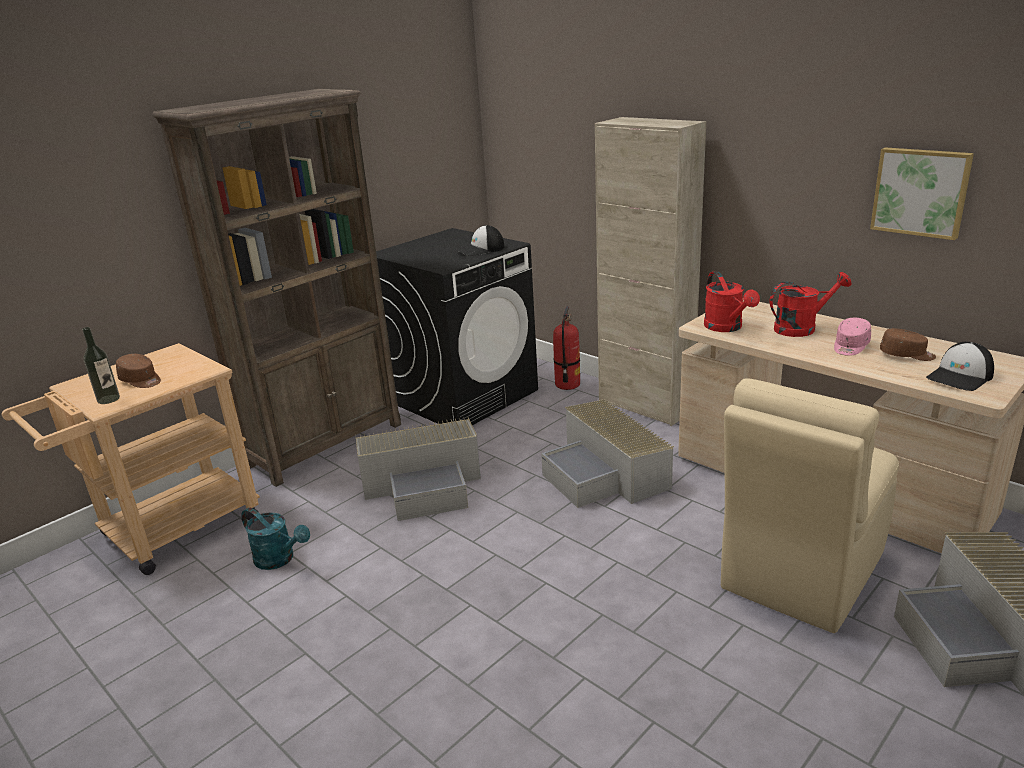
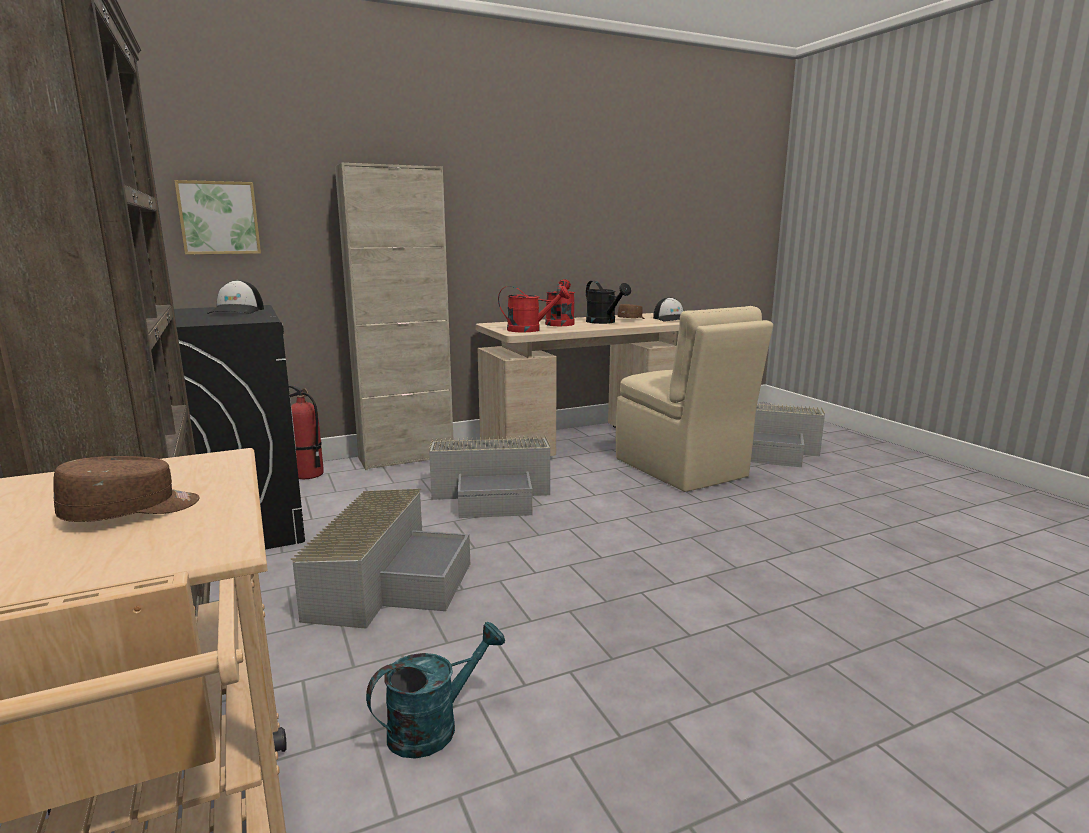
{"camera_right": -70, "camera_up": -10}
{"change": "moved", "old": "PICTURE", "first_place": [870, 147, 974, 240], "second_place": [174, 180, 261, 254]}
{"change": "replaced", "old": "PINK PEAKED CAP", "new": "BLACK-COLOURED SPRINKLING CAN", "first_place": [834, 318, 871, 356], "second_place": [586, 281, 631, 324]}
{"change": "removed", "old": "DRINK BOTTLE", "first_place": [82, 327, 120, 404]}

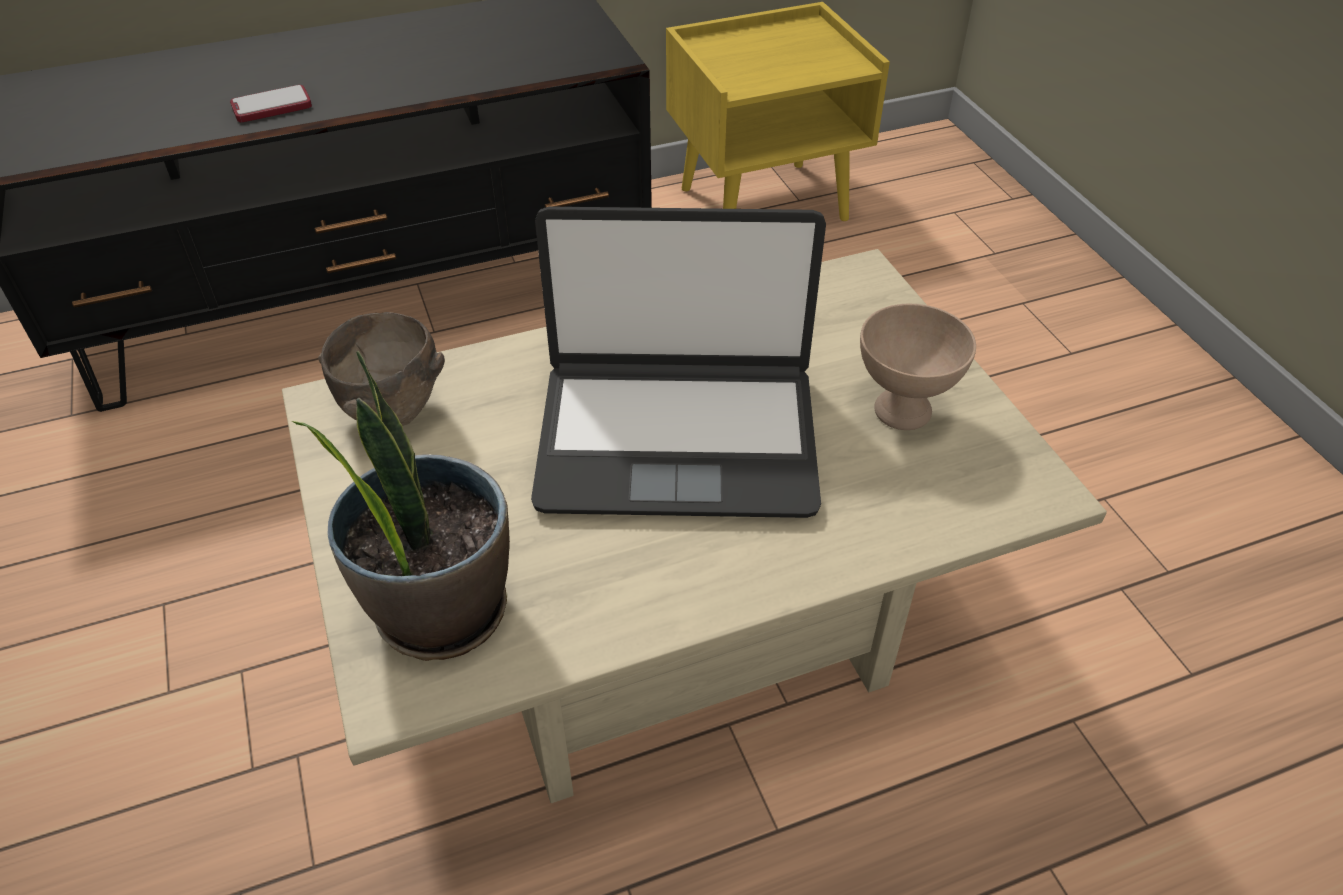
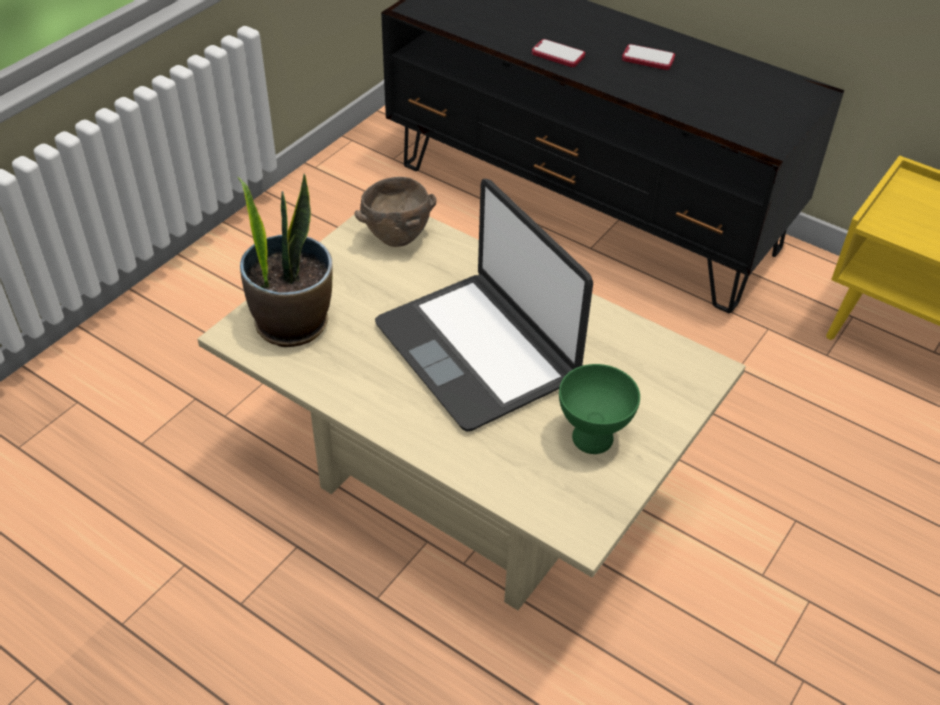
{"camera_right": 55, "camera_up": 0}
{"change": "recoloured", "old": "SAND-COLOURED DEEP DISH", "new": "GREENISH DEEP DISH", "first_place": [860, 304, 976, 430], "second_place": [559, 364, 640, 454]}
{"change": "added", "new": "HANDSET", "second_place": [622, 44, 675, 70]}

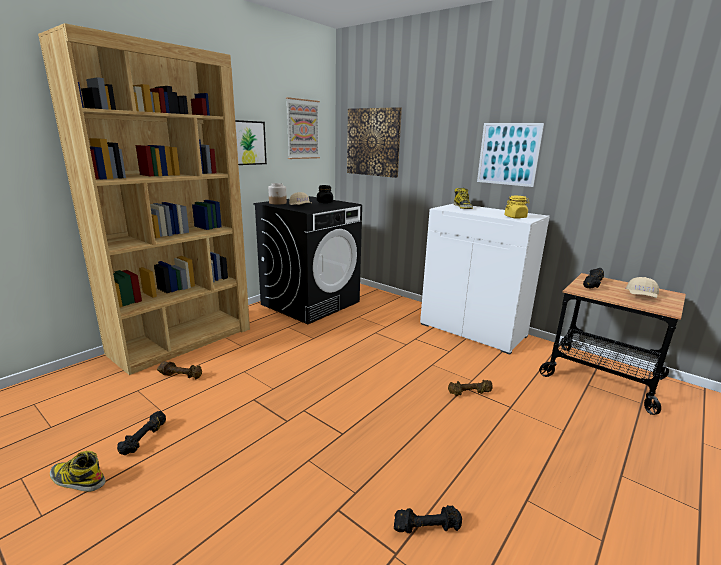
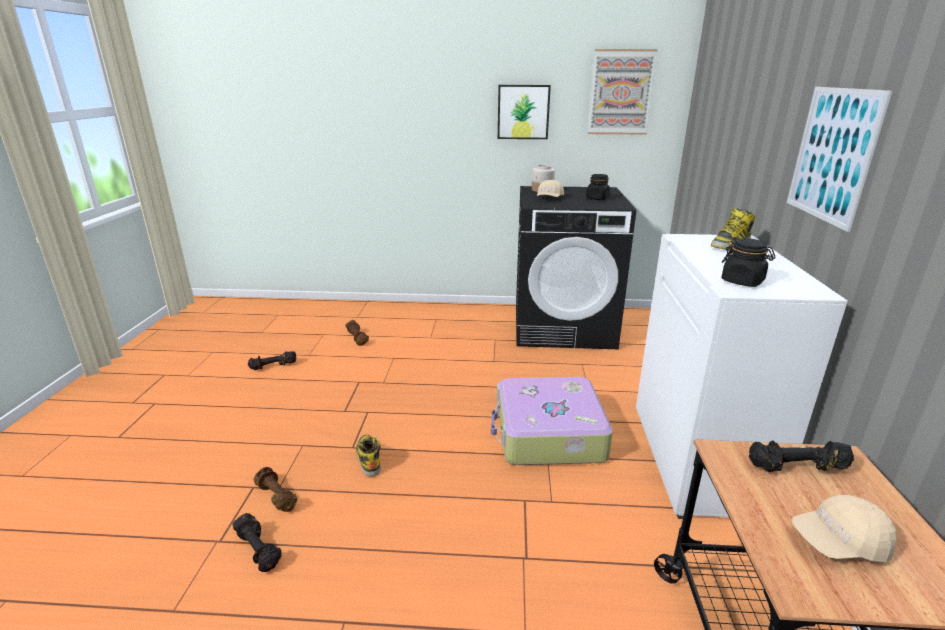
{"camera_right": 55, "camera_up": 5}
{"change": "removed", "old": "BROWNISH BOOKSHELF", "first_place": [38, 23, 250, 375]}
{"change": "removed", "old": "PICTURE", "first_place": [347, 107, 402, 178]}
{"change": "recoloured", "old": "YELLOW JAR", "new": "BLACK-COLOURED JAR", "first_place": [504, 196, 529, 219], "second_place": [721, 238, 776, 287]}
{"change": "moved", "old": "BROWNISH DUMBBELL", "first_place": [448, 380, 493, 396], "second_place": [253, 467, 297, 512]}
{"change": "moved", "old": "HIGH-TOP BOOT", "first_place": [50, 451, 106, 492], "second_place": [356, 434, 381, 476]}
{"change": "added", "new": "SUITCASE", "second_place": [491, 377, 613, 465]}

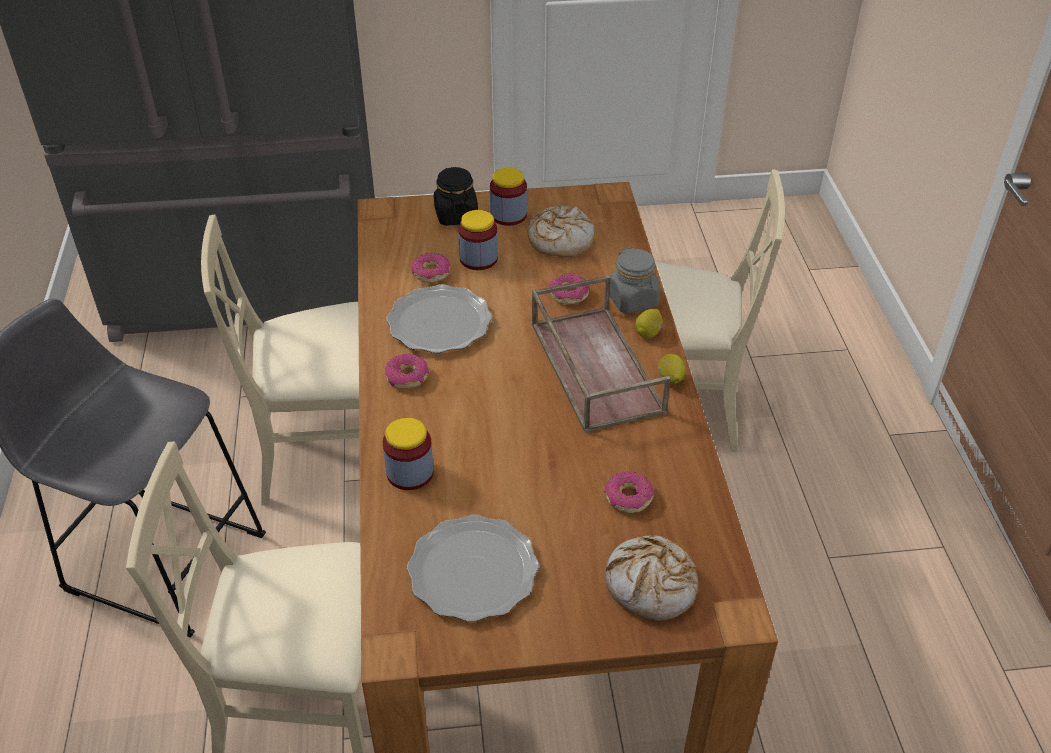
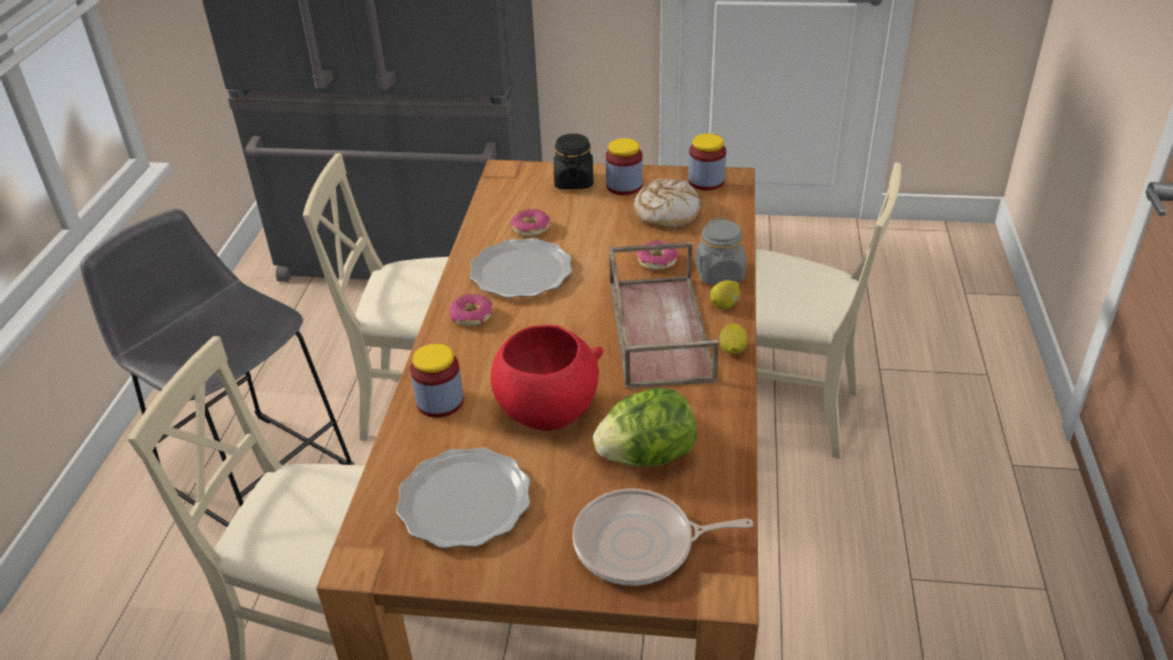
{"camera_right": 15, "camera_up": -5}
{"change": "moved", "old": "JAR", "first_place": [458, 210, 498, 270], "second_place": [688, 134, 726, 191]}
{"change": "replaced", "old": "DOUGHNUT", "new": "HEAD OF LETTUCE", "first_place": [604, 471, 654, 513], "second_place": [593, 388, 697, 467]}
{"change": "replaced", "old": "BAKED BREAD", "new": "PAN", "first_place": [606, 535, 698, 621], "second_place": [572, 489, 753, 585]}
{"change": "added", "new": "REDDISH DEEP DISH", "second_place": [491, 325, 604, 431]}

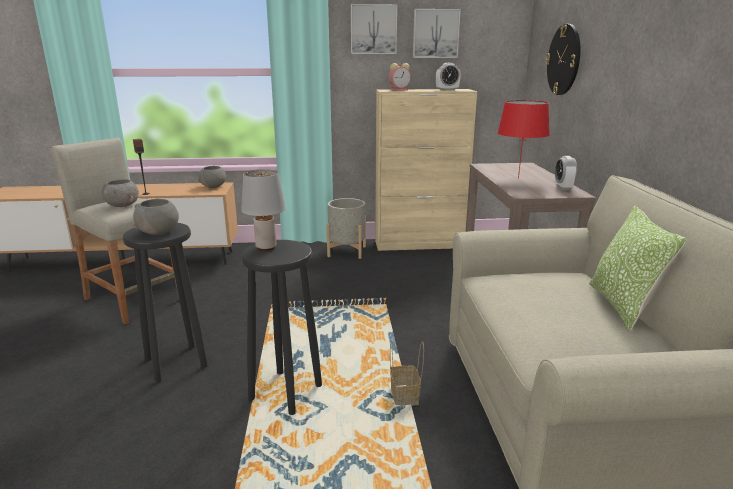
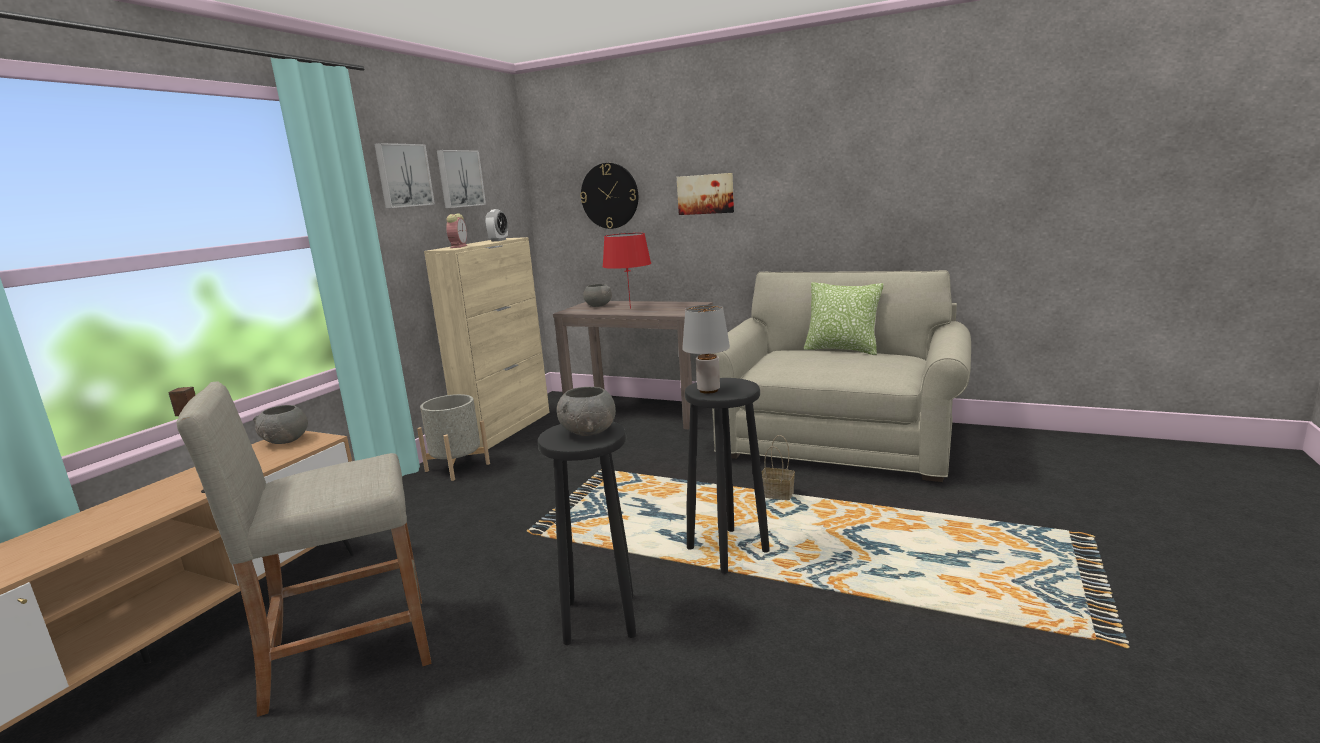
{"camera_right": -60, "camera_up": -5}
{"change": "removed", "old": "TABLE CLOCK", "first_place": [555, 156, 577, 190]}
{"change": "moved", "old": "GREYISH DEEP DISH", "first_place": [102, 180, 139, 207], "second_place": [583, 284, 612, 307]}
{"change": "added", "new": "PICTURE", "second_place": [677, 173, 734, 215]}

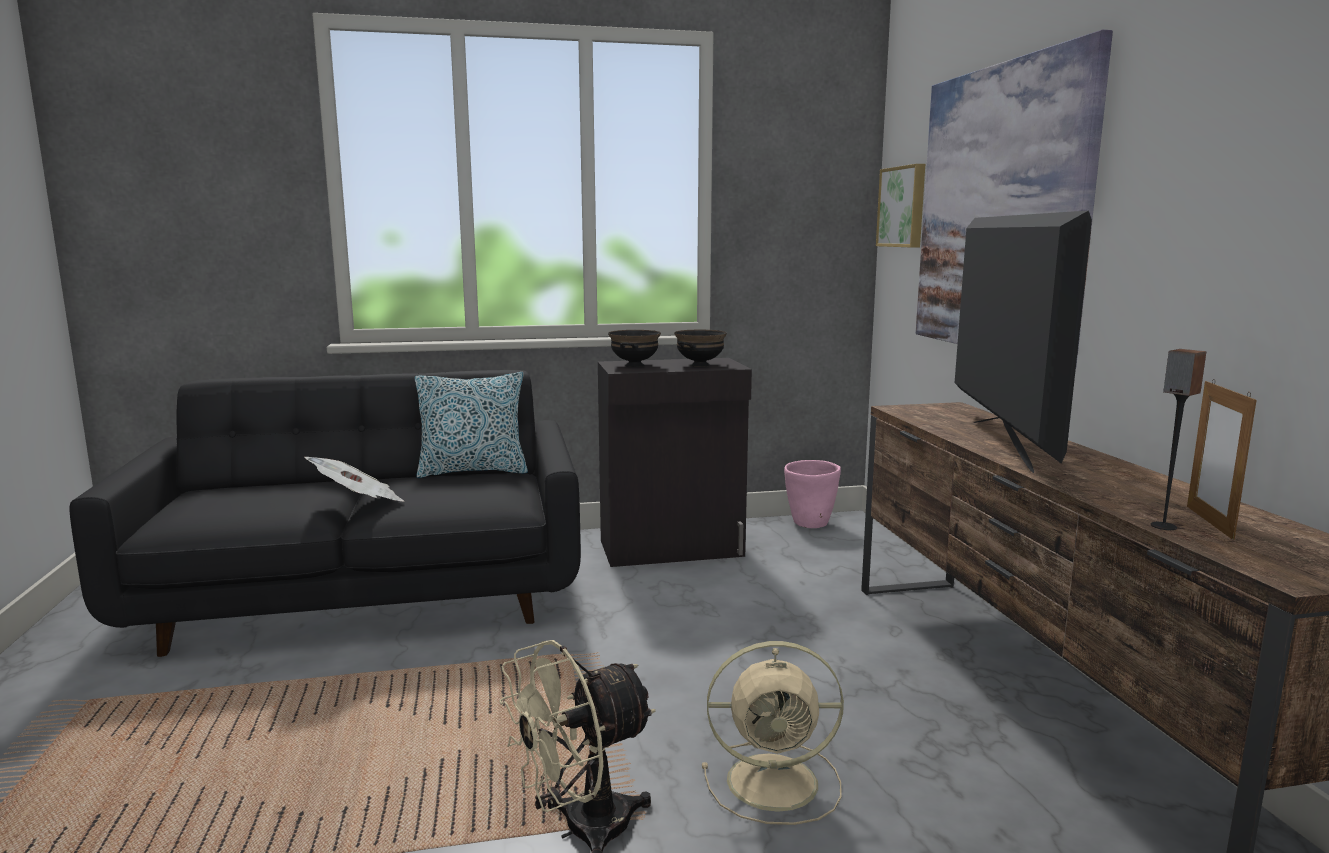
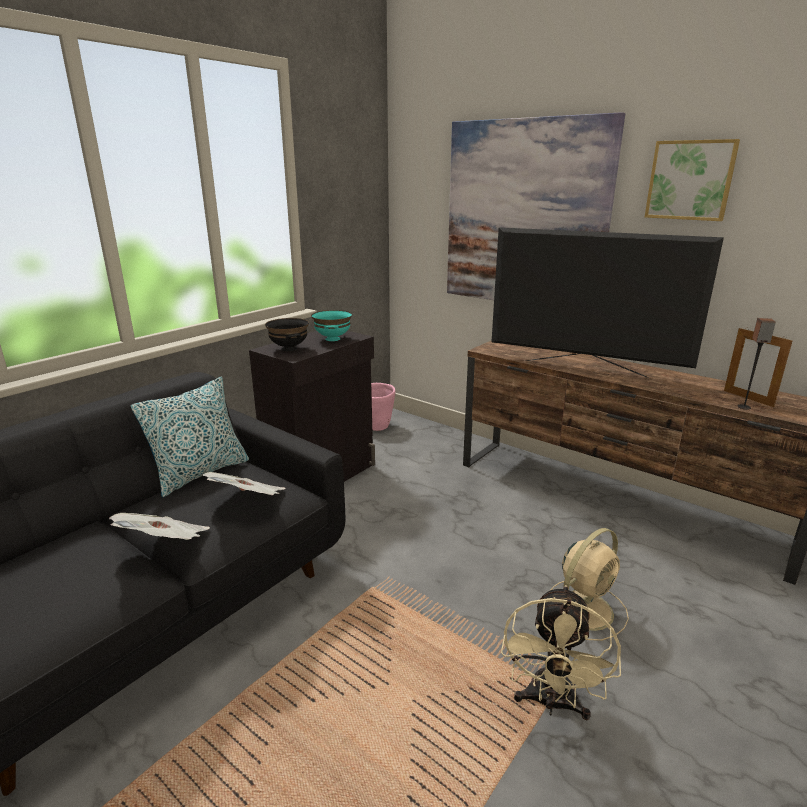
{"camera_right": -40, "camera_up": 10}
{"change": "moved", "old": "PICTURE", "first_place": [876, 164, 925, 247], "second_place": [645, 139, 740, 221]}
{"change": "turned", "old": "TV", "first_place": [955, 210, 1092, 473], "second_place": [492, 227, 724, 378], "degrees": 150}
{"change": "recoloured", "old": "BLACK-COLOURED DEEP DISH", "new": "TURQUOISE DEEP DISH", "first_place": [674, 330, 727, 367], "second_place": [311, 310, 352, 341]}
{"change": "added", "new": "PRINTED PAPER", "second_place": [203, 472, 286, 495]}

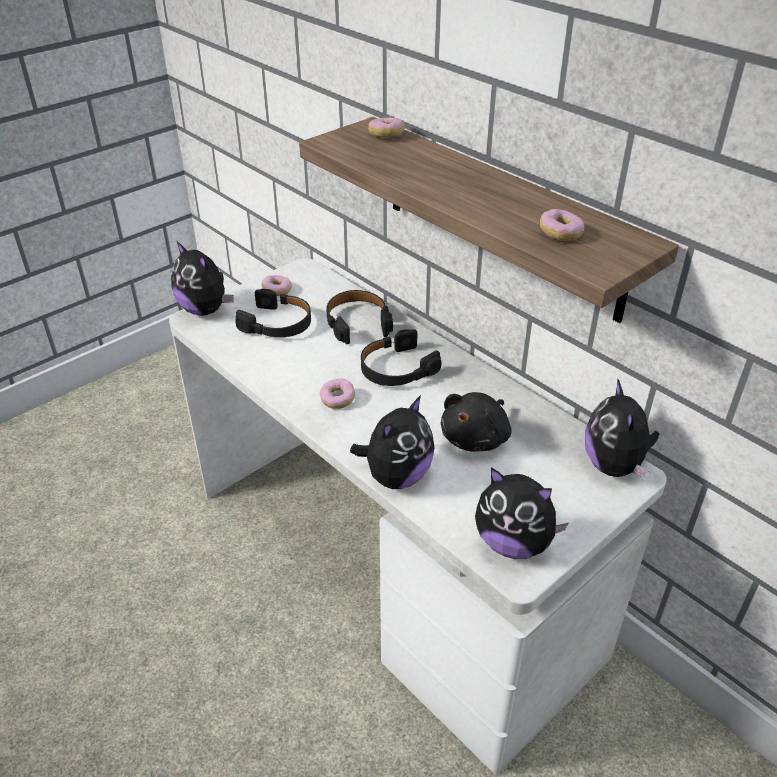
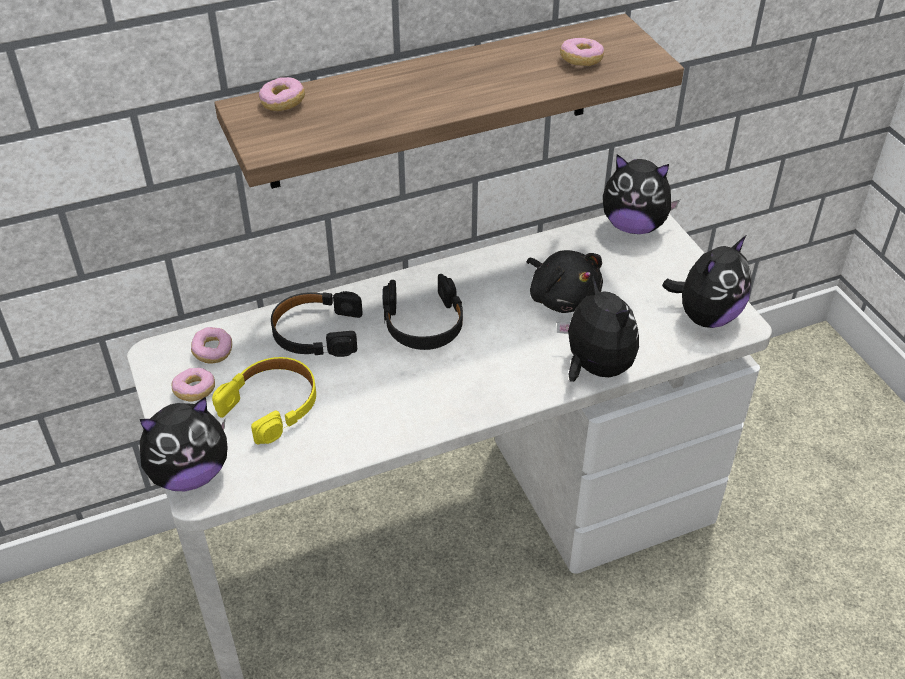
{"camera_right": -70, "camera_up": 5}
{"change": "recoloured", "old": "BLACK-COLOURED HEADSET", "new": "YELLOW HEADSET", "first_place": [235, 289, 311, 337], "second_place": [212, 357, 316, 445]}
{"change": "moved", "old": "DOUGHNUT", "first_place": [320, 378, 355, 409], "second_place": [191, 327, 232, 363]}

